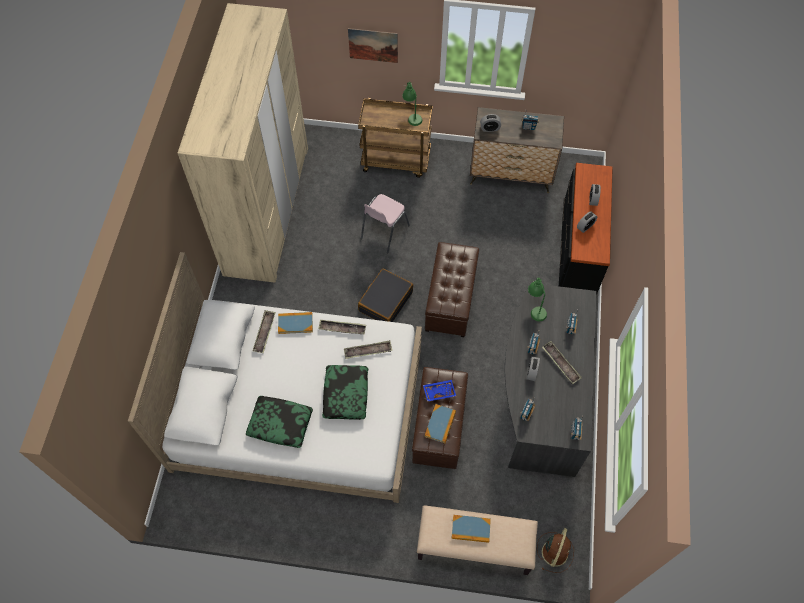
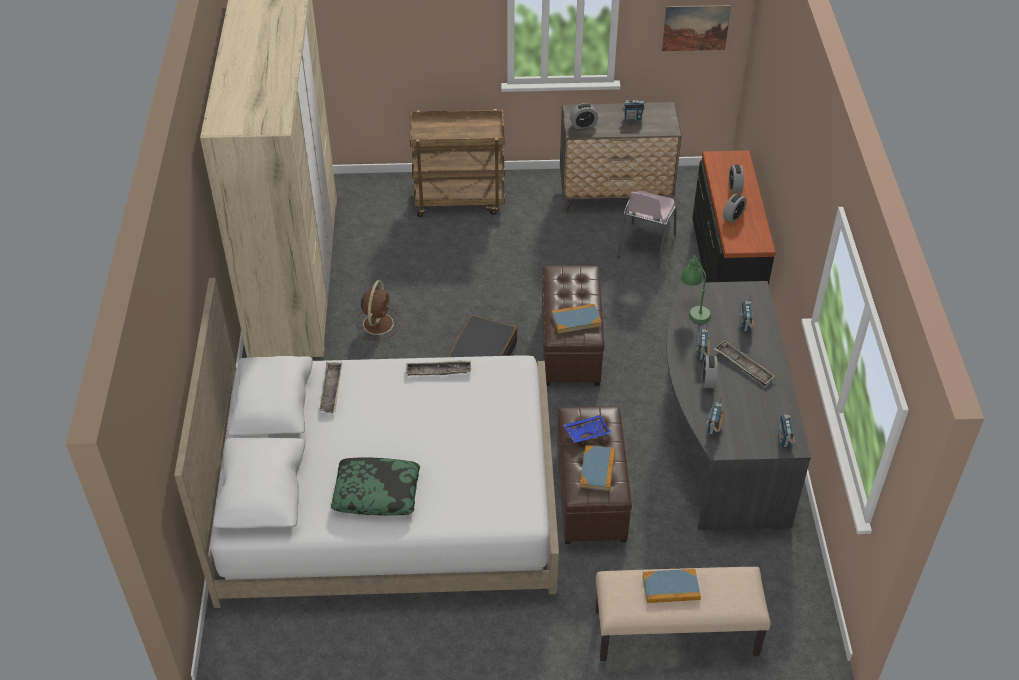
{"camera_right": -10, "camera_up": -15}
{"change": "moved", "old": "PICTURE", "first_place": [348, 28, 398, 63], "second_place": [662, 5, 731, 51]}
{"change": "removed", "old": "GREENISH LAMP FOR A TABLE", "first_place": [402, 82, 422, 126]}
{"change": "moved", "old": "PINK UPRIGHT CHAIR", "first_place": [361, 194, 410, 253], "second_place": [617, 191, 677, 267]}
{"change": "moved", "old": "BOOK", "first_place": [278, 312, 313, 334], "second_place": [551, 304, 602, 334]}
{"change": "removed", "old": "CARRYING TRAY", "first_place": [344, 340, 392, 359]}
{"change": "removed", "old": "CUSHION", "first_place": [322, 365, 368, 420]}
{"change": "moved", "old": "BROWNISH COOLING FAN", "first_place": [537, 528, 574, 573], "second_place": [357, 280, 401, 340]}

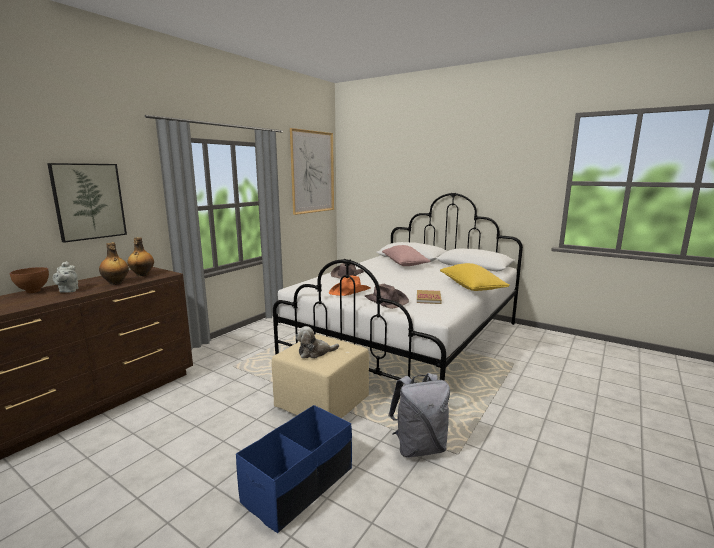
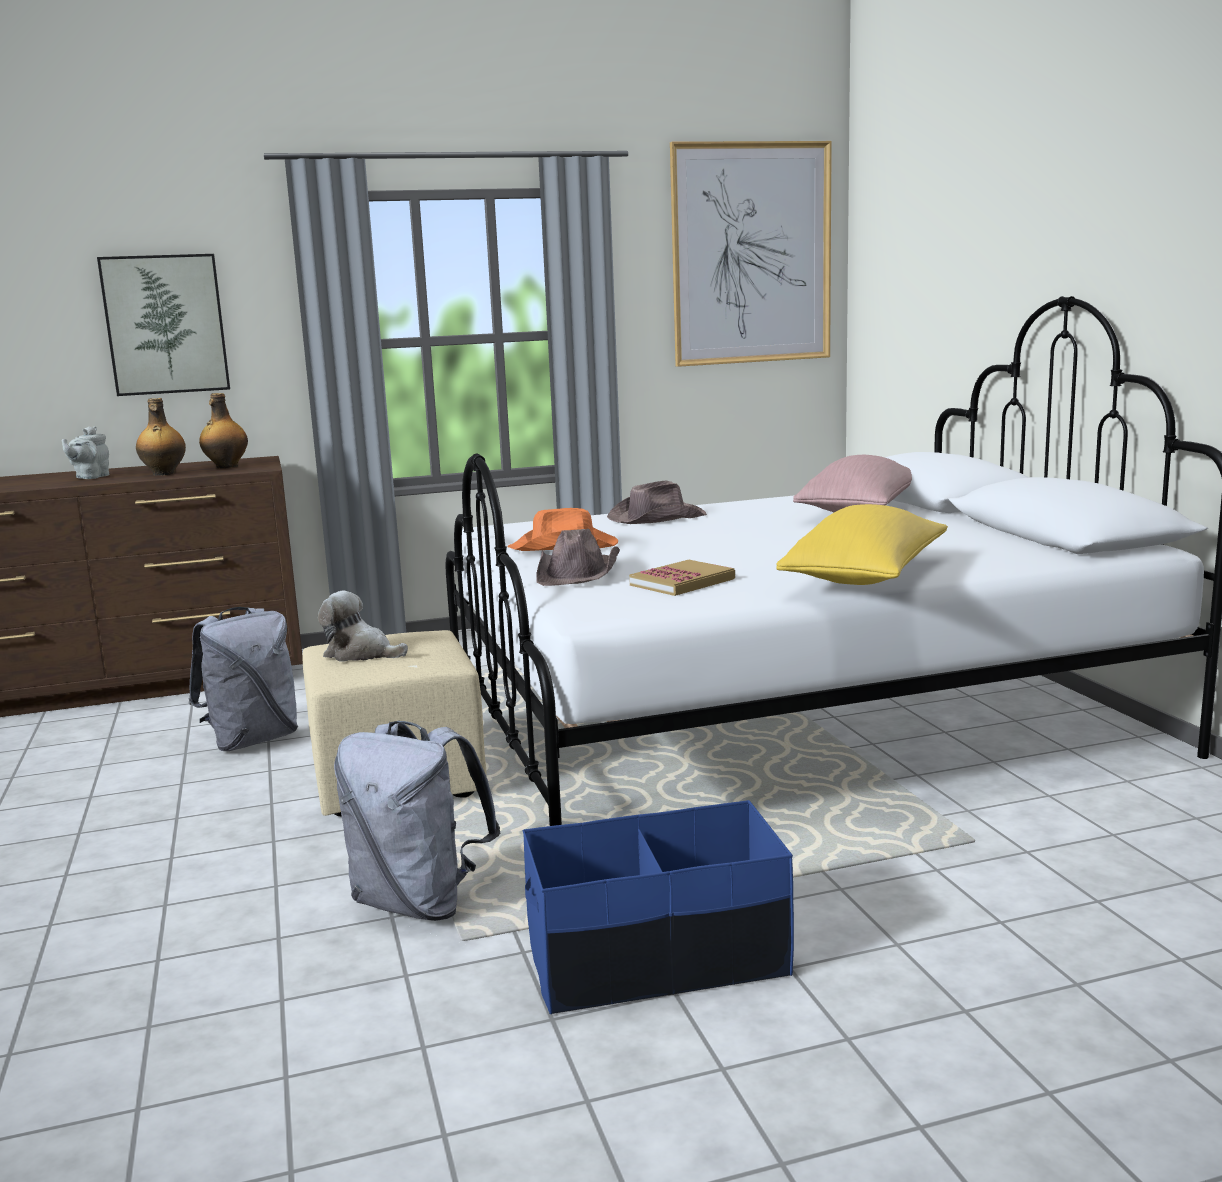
{"camera_right": 40, "camera_up": 0}
{"change": "removed", "old": "BROWNISH DEEP DISH", "first_place": [10, 267, 49, 293]}
{"change": "moved", "old": "BLUISH STORAGE CONTAINER", "first_place": [236, 405, 352, 533], "second_place": [523, 800, 794, 1014]}
{"change": "added", "new": "GREYISH BACKPACK", "second_place": [189, 607, 298, 751]}

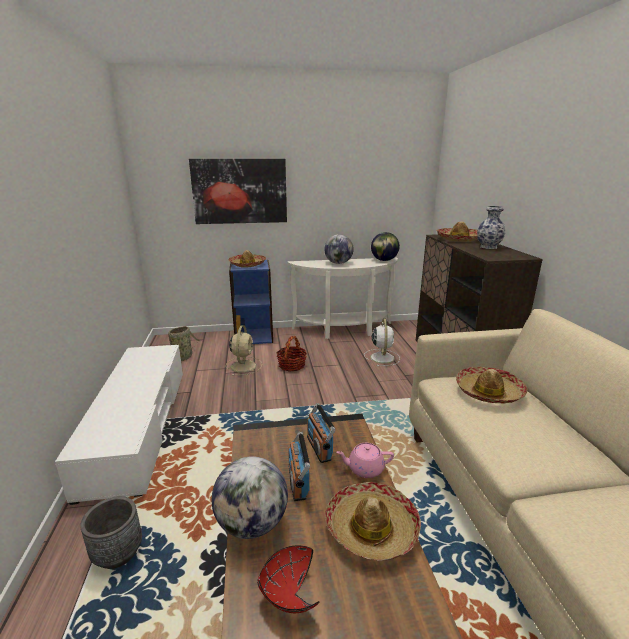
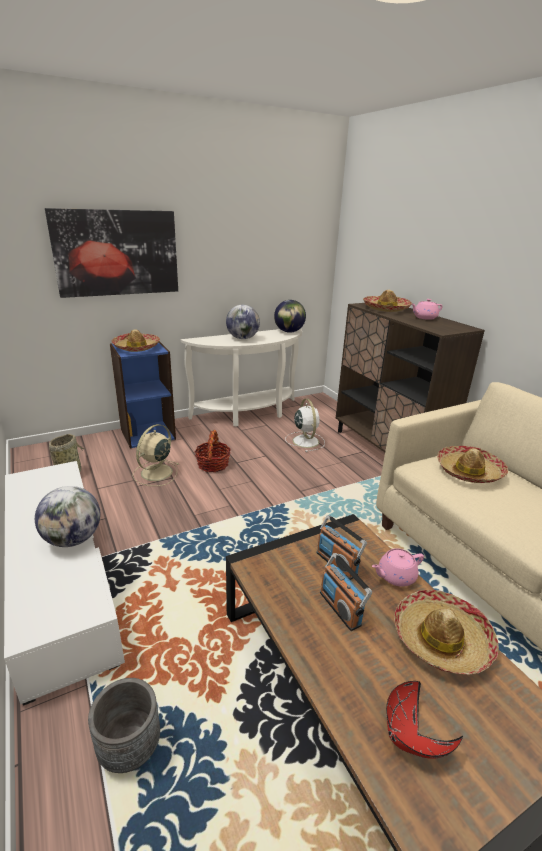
{"camera_right": -20, "camera_up": 5}
{"change": "replaced", "old": "DECORATIVE VASE", "new": "PINK TEA POT", "first_place": [477, 206, 505, 249], "second_place": [412, 299, 443, 320]}
{"change": "turned", "old": "SAND-COLOURED COOLING FAN", "first_place": [226, 326, 262, 376], "second_place": [132, 424, 179, 486], "degrees": -135}
{"change": "moved", "old": "DESK GLOBE", "first_place": [212, 456, 288, 539], "second_place": [35, 486, 100, 547]}

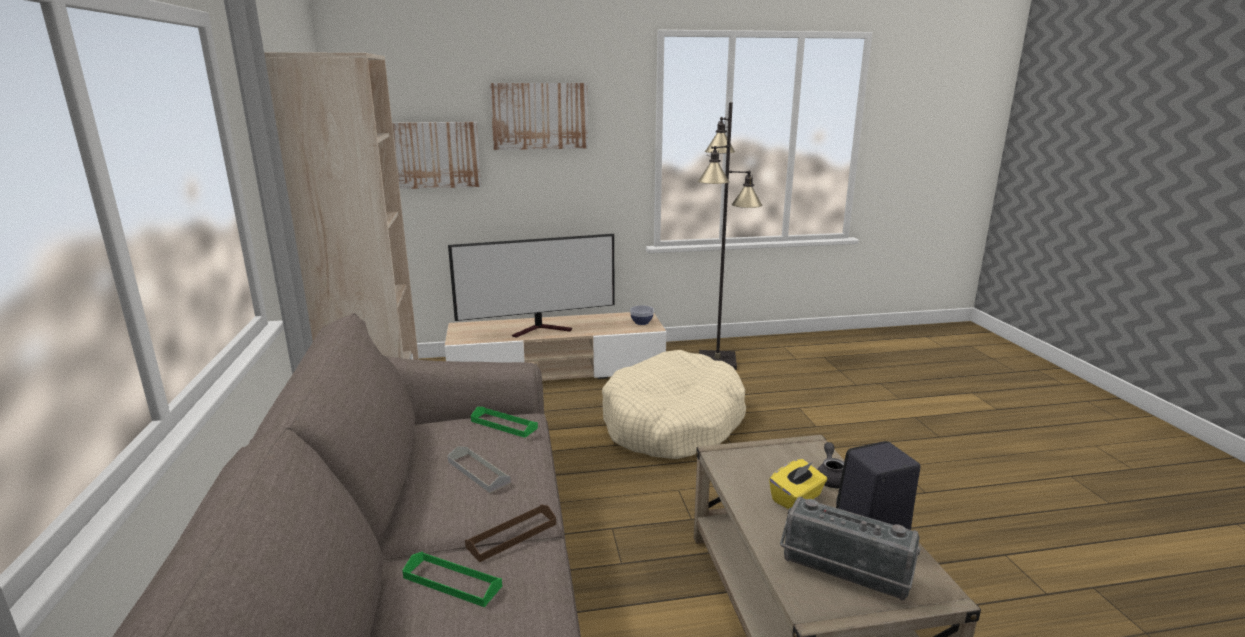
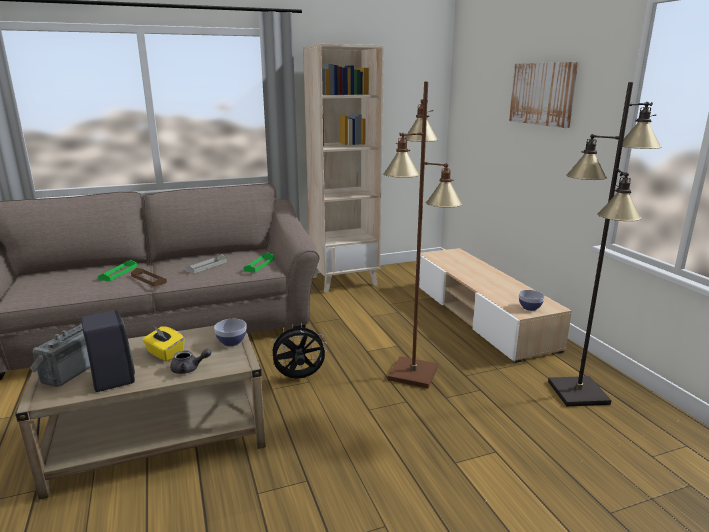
{"camera_right": 80, "camera_up": 0}
{"change": "removed", "old": "PICTURE", "first_place": [392, 122, 481, 189]}
{"change": "removed", "old": "TV", "first_place": [448, 234, 615, 338]}
{"change": "replaced", "old": "SAND-COLOURED DOG BED", "new": "BROWNISH FLOOR LAMP", "first_place": [602, 350, 746, 459], "second_place": [383, 81, 463, 388]}
{"change": "added", "new": "DEEP DISH", "second_place": [214, 319, 246, 346]}
{"change": "added", "new": "BLACK-COLOURED COOLING FAN", "second_place": [269, 323, 327, 378]}

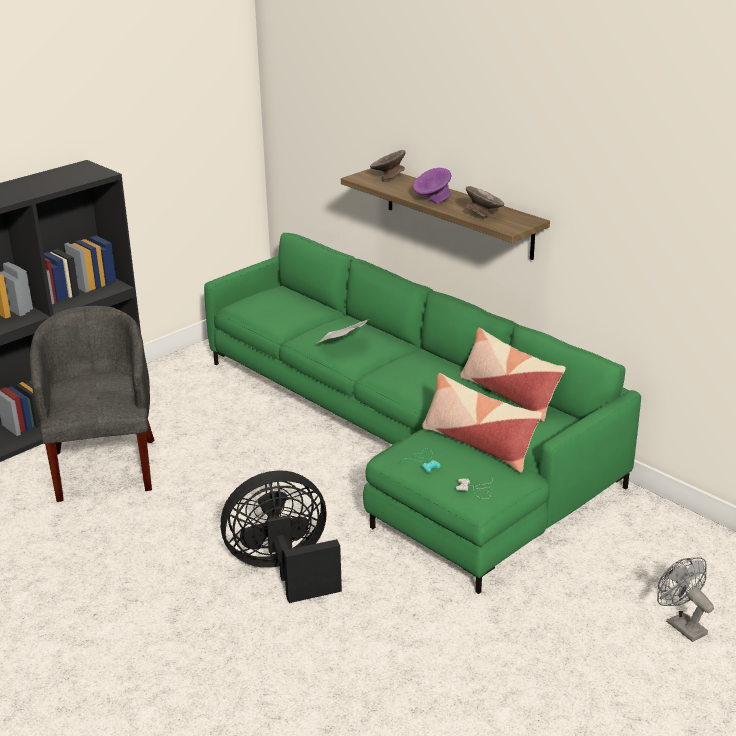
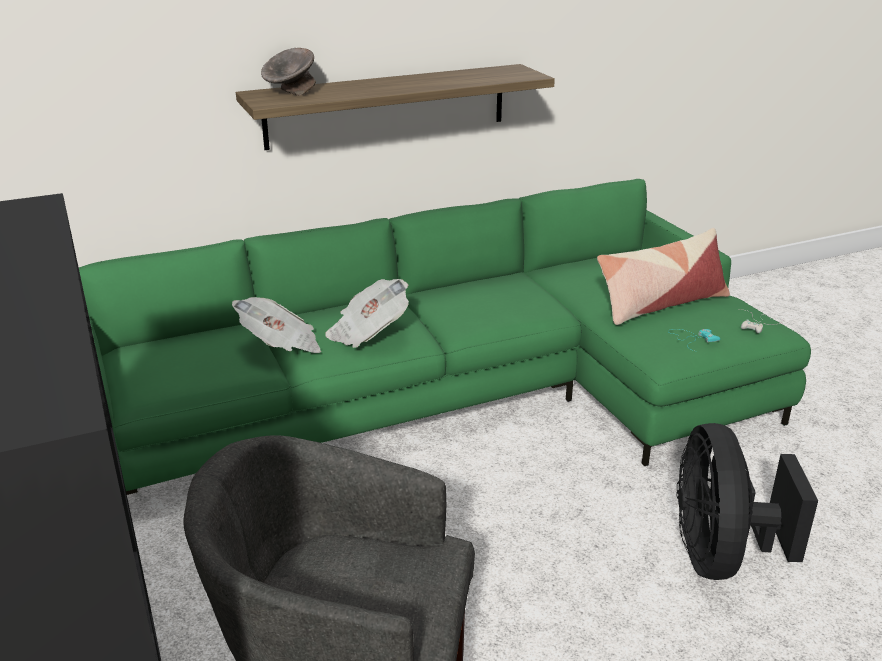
{"camera_right": -70, "camera_up": 0}
{"change": "removed", "old": "PURPLISH DEEP DISH", "first_place": [413, 168, 451, 204]}
{"change": "removed", "old": "GREYISH DEEP DISH", "first_place": [466, 186, 504, 217]}
{"change": "removed", "old": "CUSHION", "first_place": [460, 328, 566, 422]}
{"change": "removed", "old": "GREYISH COOLING FAN", "first_place": [657, 557, 714, 642]}
{"change": "added", "new": "PRINTED PAPER", "second_place": [232, 297, 321, 353]}

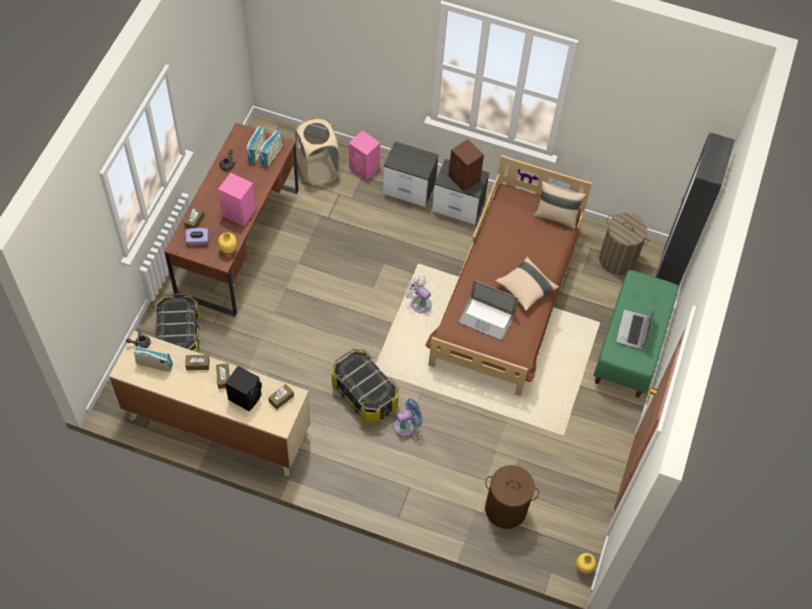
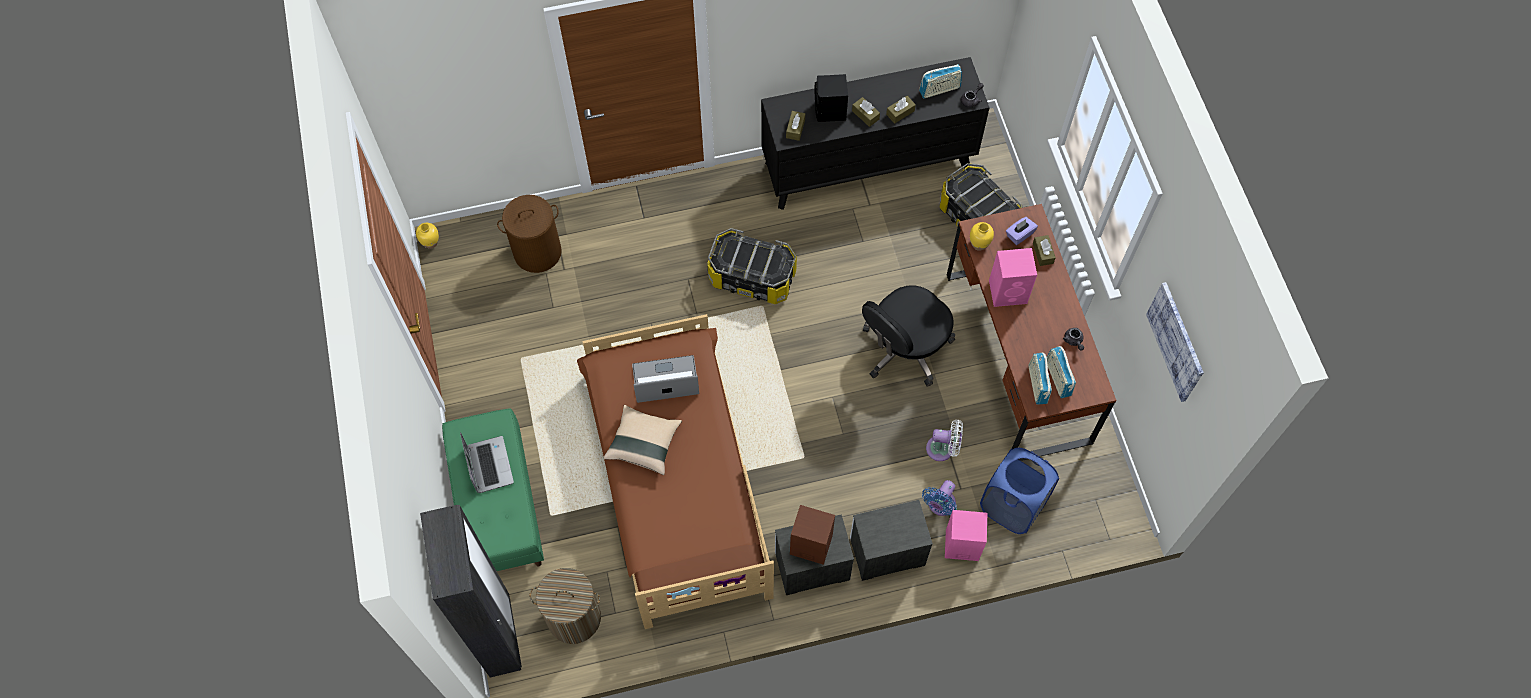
{"camera_right": 150, "camera_up": 5}
{"change": "recoloured", "old": "SAND-COLOURED LAUNDRY BASKET", "new": "BLUISH LAUNDRY BASKET", "first_place": [294, 117, 340, 186], "second_place": [980, 448, 1059, 534]}
{"change": "removed", "old": "SAND-COLOURED CUSHION", "first_place": [533, 181, 586, 229]}
{"change": "moved", "old": "WHITE COOLING FAN", "first_place": [405, 275, 432, 313], "second_place": [926, 419, 963, 461]}
{"change": "recoloured", "old": "SAND-COLOURED CHEST OF DRAWERS", "new": "BLACK-COLOURED CHEST OF DRAWERS", "first_place": [109, 331, 311, 476], "second_place": [761, 57, 990, 210]}
{"change": "moved", "old": "BLUISH COOLING FAN", "first_place": [393, 398, 423, 437], "second_place": [922, 480, 957, 516]}
{"change": "added", "new": "PICTURE", "second_place": [1146, 282, 1204, 402]}
{"change": "added", "new": "BLACK-COLOURED DESK CHAIR", "second_place": [862, 285, 955, 387]}

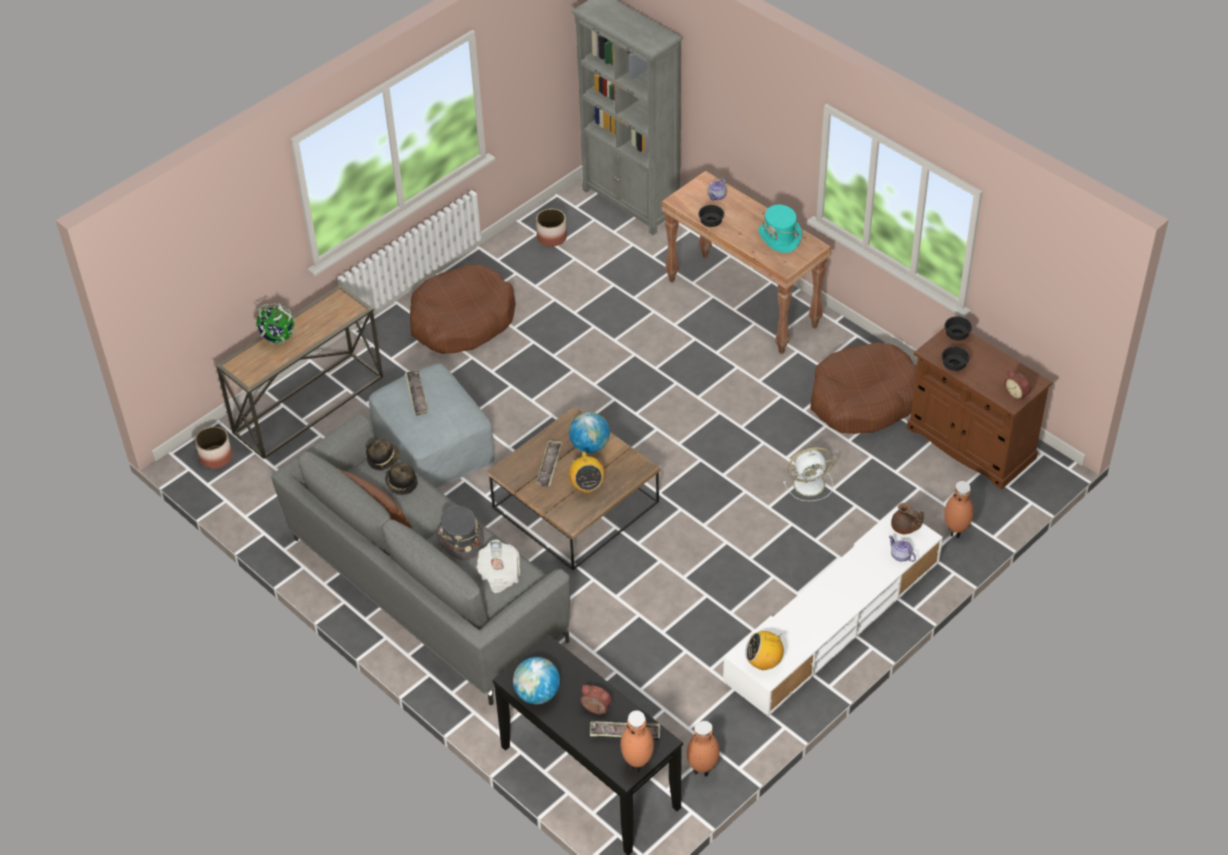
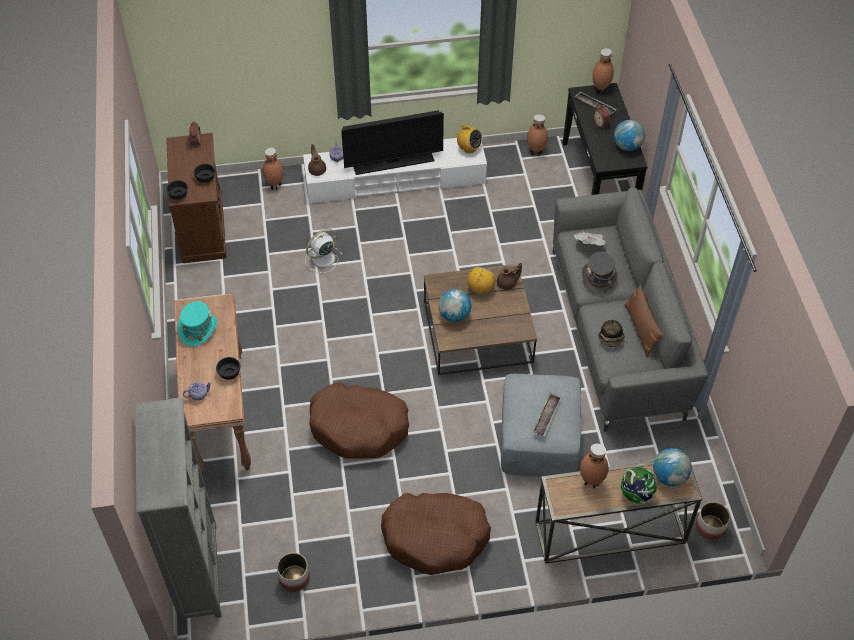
{"camera_right": -145, "camera_up": 5}
{"change": "moved", "old": "BROWNISH DOG BED", "first_place": [810, 342, 917, 434], "second_place": [309, 382, 409, 459]}
{"change": "removed", "old": "WEARABLE HAT", "first_place": [366, 439, 399, 471]}
{"change": "removed", "old": "CARRYING TRAY", "first_place": [536, 440, 562, 487]}
{"change": "turned", "old": "WHITE COOLING FAN", "first_place": [783, 447, 834, 501], "second_place": [305, 229, 342, 273], "degrees": -60}
{"change": "added", "new": "TV", "second_place": [341, 110, 444, 175]}
{"change": "added", "new": "BROWNISH TEA POT", "second_place": [497, 263, 522, 290]}
{"change": "added", "new": "BROWNISH DECORATIVE VASE", "second_place": [580, 444, 609, 489]}
{"change": "added", "new": "DESK GLOBE", "second_place": [653, 448, 692, 486]}

